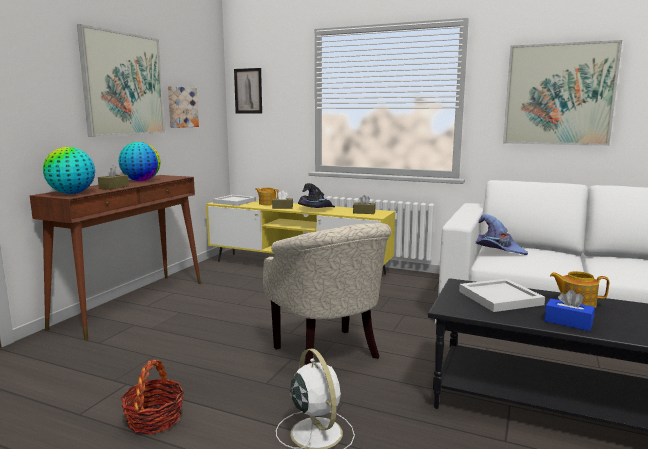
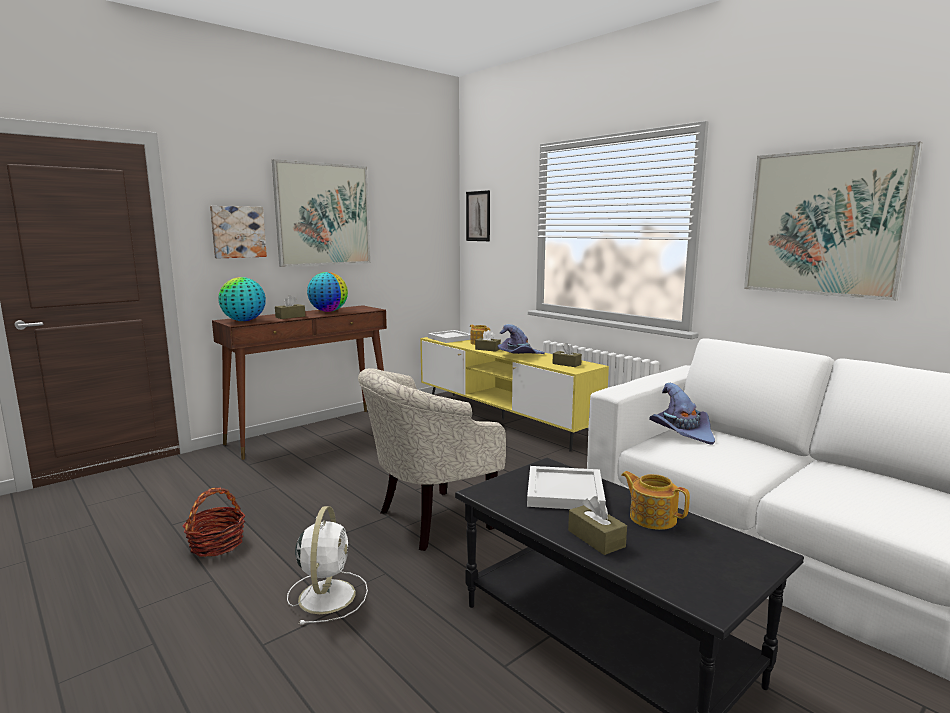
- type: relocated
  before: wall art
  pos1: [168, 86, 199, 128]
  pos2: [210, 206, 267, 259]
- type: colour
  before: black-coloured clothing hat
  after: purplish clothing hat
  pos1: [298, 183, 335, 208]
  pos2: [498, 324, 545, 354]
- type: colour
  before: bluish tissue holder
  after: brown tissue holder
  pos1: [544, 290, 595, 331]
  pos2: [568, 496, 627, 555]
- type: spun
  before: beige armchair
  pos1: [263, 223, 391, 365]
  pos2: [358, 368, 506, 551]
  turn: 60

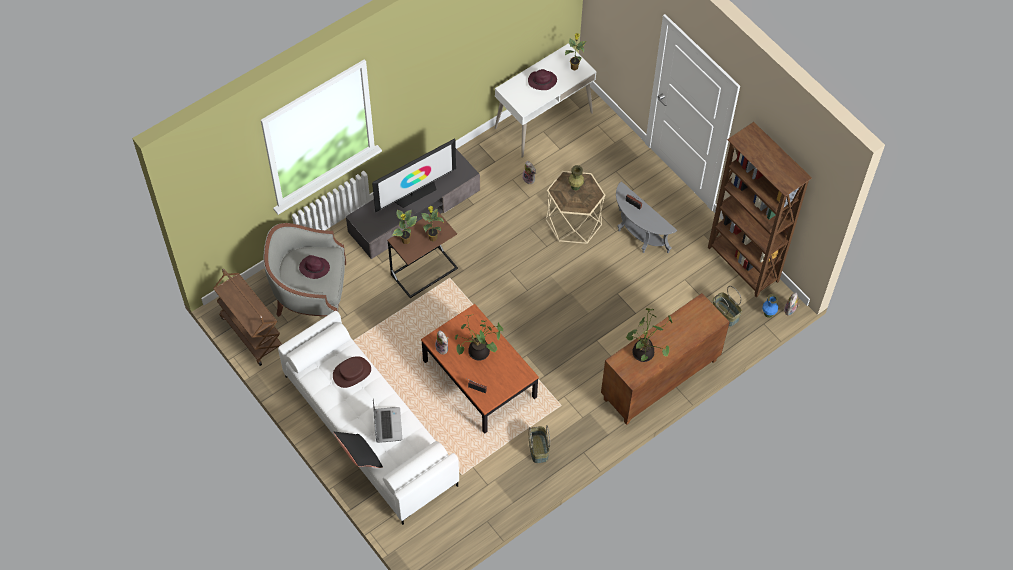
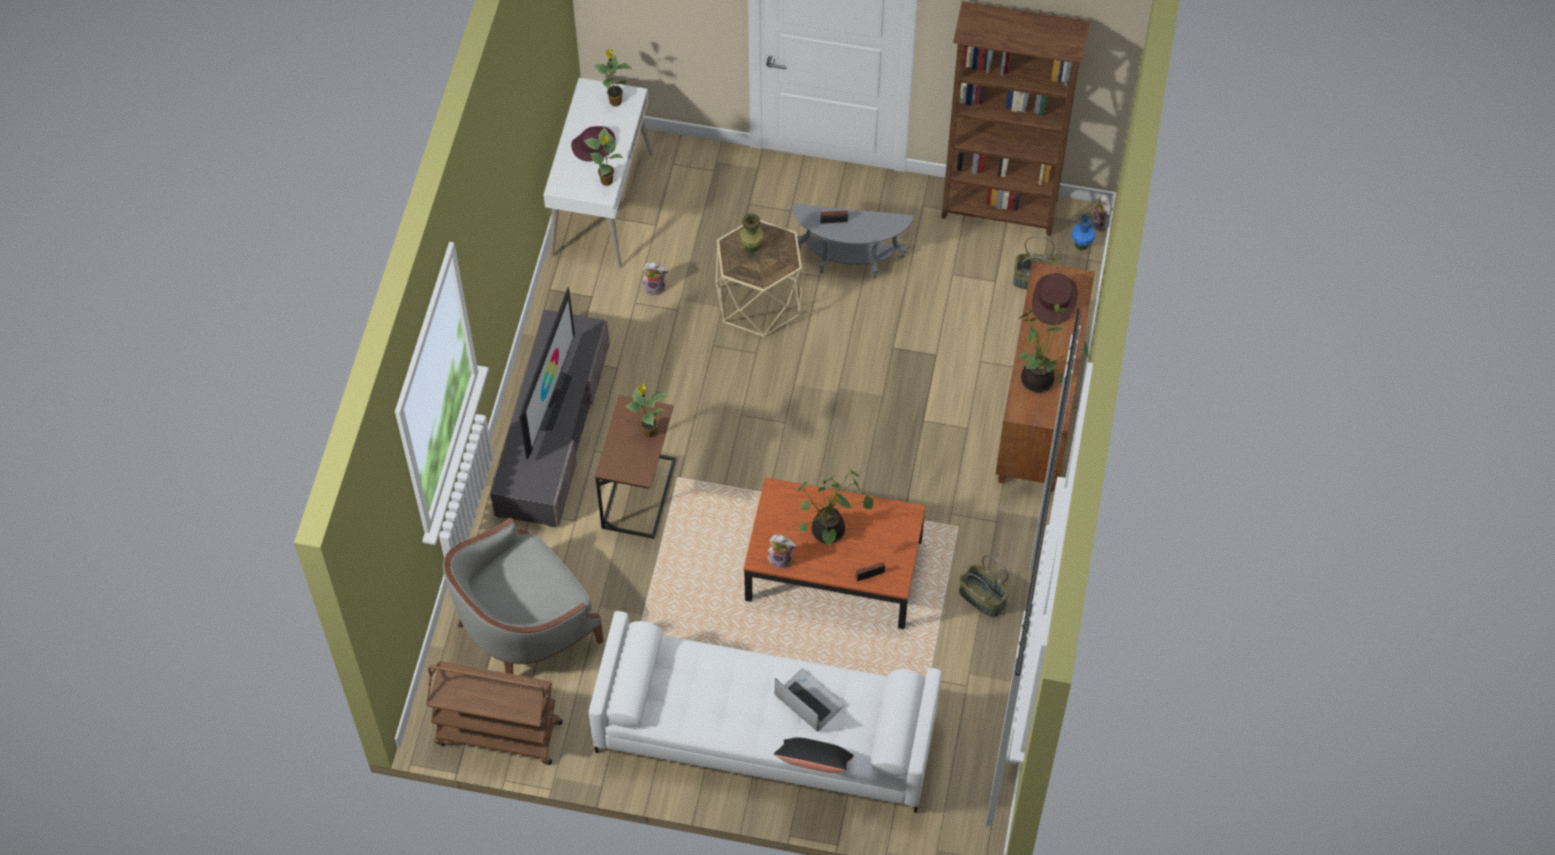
- type: missing
  before: purplish clothing hat
  pos1: [299, 255, 330, 279]
- type: relocated
  before: brown clothing hat
  pos1: [333, 356, 371, 388]
  pos2: [1032, 273, 1078, 325]
- type: relocated
  before: plant in a pot
  pos1: [392, 210, 417, 244]
  pos2: [584, 127, 623, 186]

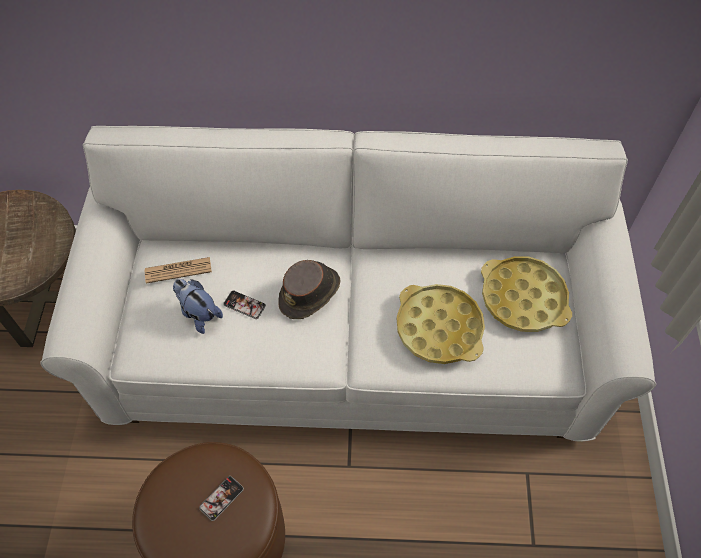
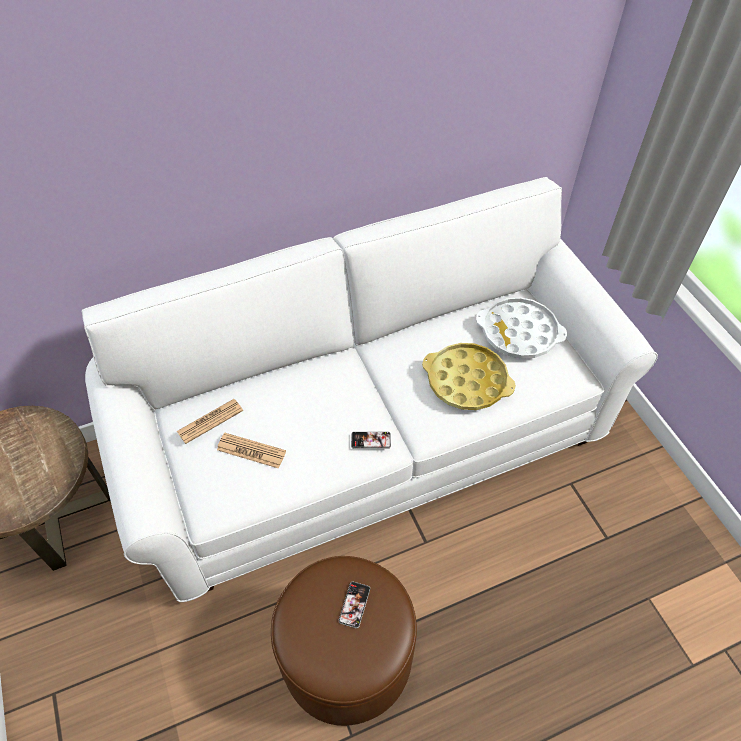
- type: missing
  before: brown clothing hat
  pos1: [278, 260, 341, 319]
- type: relocated
  before: phone
  pos1: [223, 290, 266, 319]
  pos2: [351, 432, 391, 449]
- type: exchanged
  before: soft toy
  after: printed paper
  pos1: [173, 279, 223, 334]
  pos2: [217, 433, 286, 469]
- type: colour
  before: yellow carrying tray
  after: white-coloured carrying tray
  pos1: [481, 256, 572, 332]
  pos2: [476, 297, 567, 359]

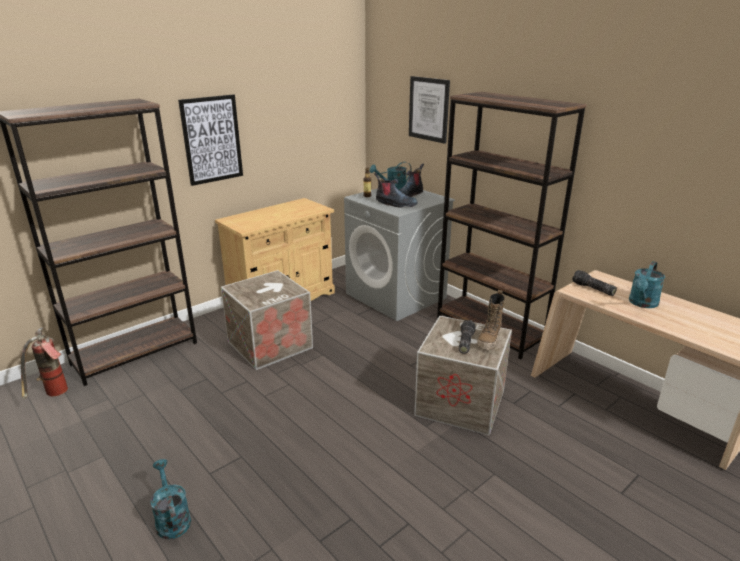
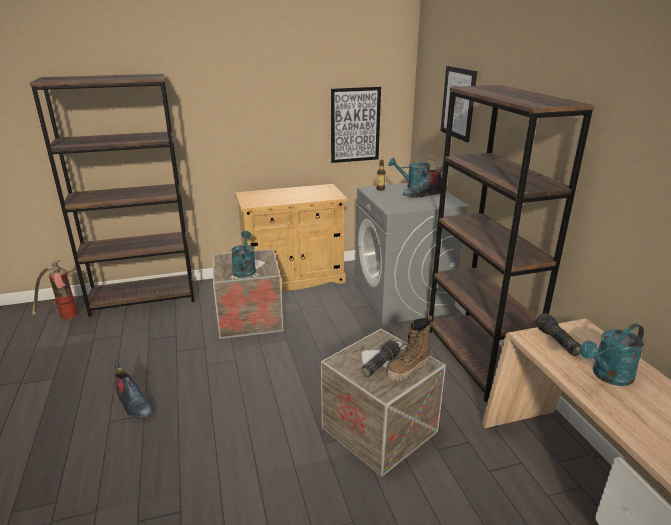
- type: relocated
  before: turquoise-coloured watering pot
  pos1: [150, 459, 191, 539]
  pos2: [231, 231, 256, 278]
- type: relocated
  before: wall art
  pos1: [178, 94, 243, 186]
  pos2: [331, 87, 381, 163]
- type: relocated
  before: boot
  pos1: [374, 173, 418, 208]
  pos2: [114, 360, 153, 419]

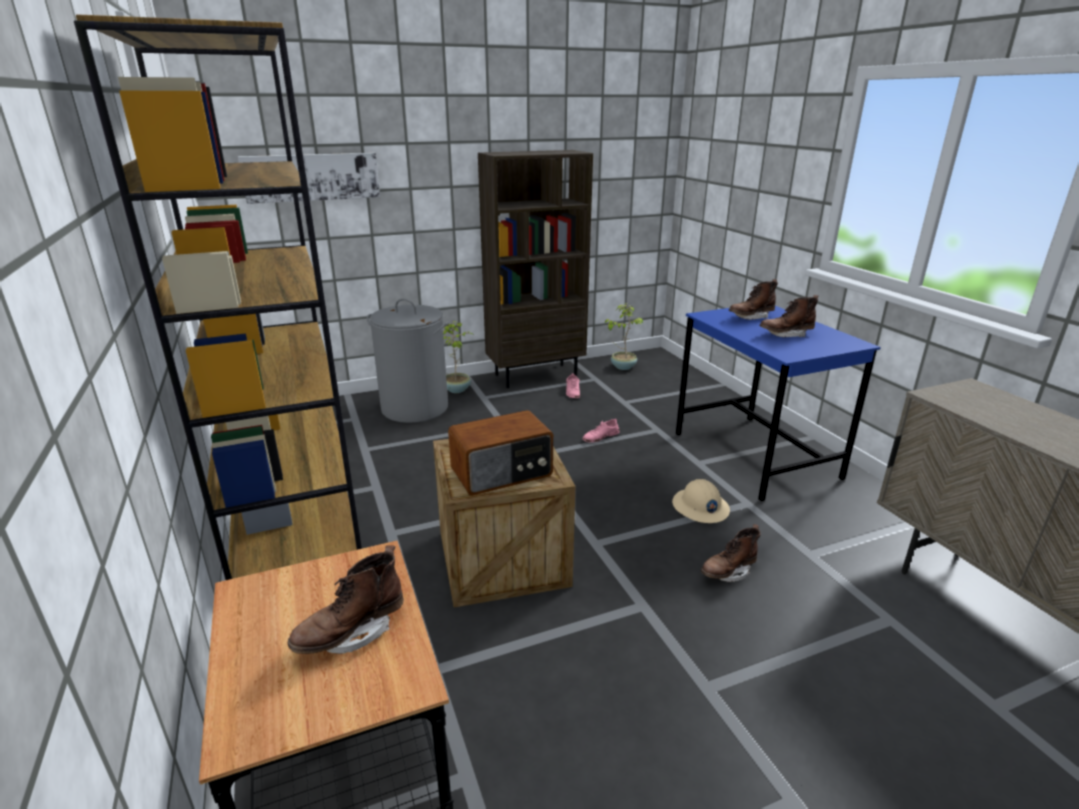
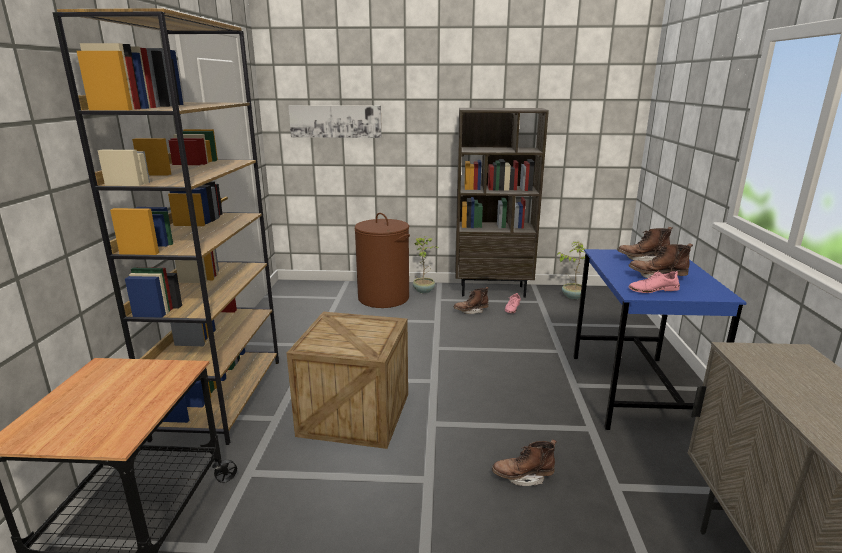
- type: missing
  before: radio
  pos1: [448, 410, 553, 496]
- type: missing
  before: beige hard hat
  pos1: [672, 479, 730, 523]
- type: relocated
  before: brown boot
  pos1: [288, 545, 404, 654]
  pos2: [453, 287, 489, 314]
- type: relocated
  before: pink shoe
  pos1: [583, 418, 619, 442]
  pos2: [629, 270, 680, 293]
- type: colour
  before: gray washing basket
  after: brown washing basket
  pos1: [367, 298, 449, 423]
  pos2: [355, 213, 410, 308]

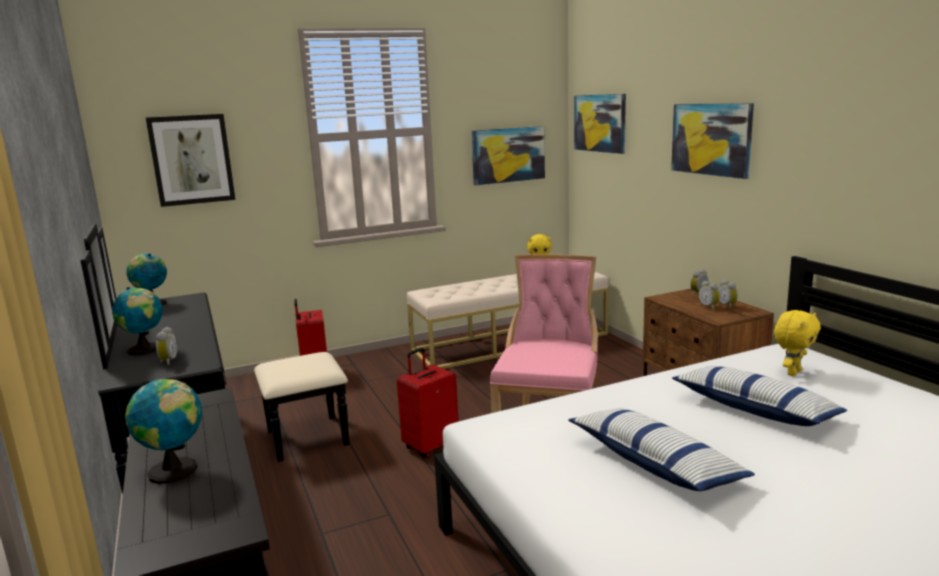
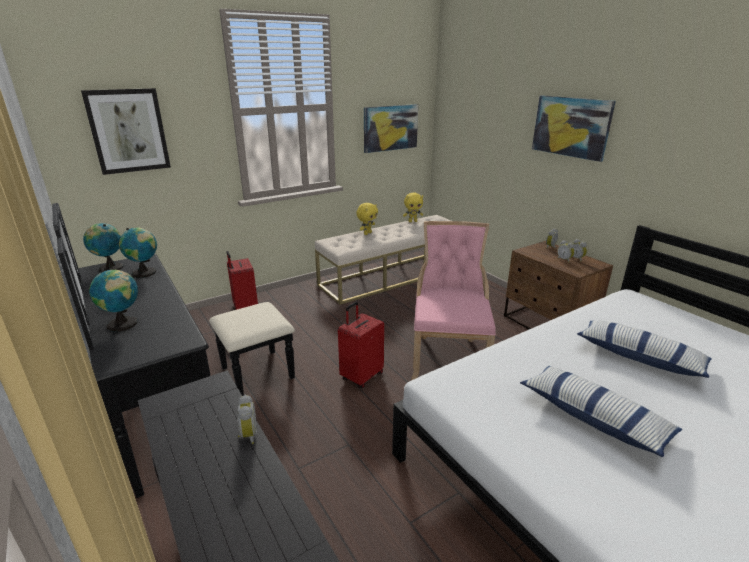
- type: missing
  before: wall art
  pos1: [574, 94, 626, 154]
- type: relocated
  before: world globe
  pos1: [125, 379, 202, 484]
  pos2: [119, 228, 157, 278]
- type: relocated
  before: alarm clock
  pos1: [156, 327, 178, 366]
  pos2: [237, 395, 257, 444]
- type: relocated
  before: yellow soft toy
  pos1: [774, 310, 821, 376]
  pos2: [356, 203, 378, 235]

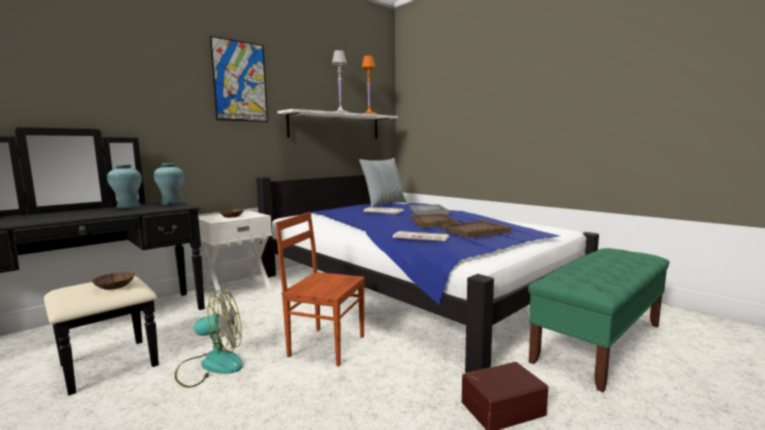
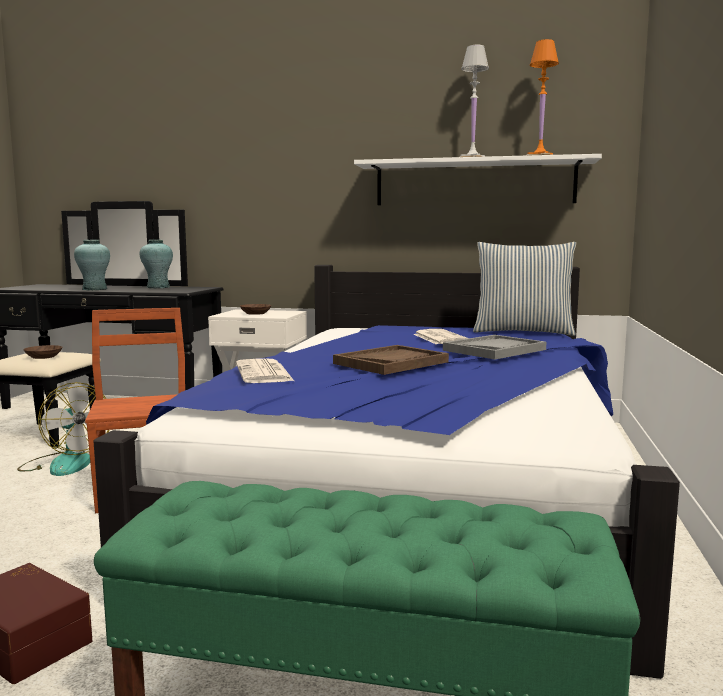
- type: missing
  before: wall art
  pos1: [210, 36, 268, 122]
- type: missing
  before: brown carrying tray
  pos1: [443, 221, 511, 238]
- type: relocated
  before: turquoise-coloured decorative vase
  pos1: [154, 163, 184, 205]
  pos2: [74, 240, 110, 290]

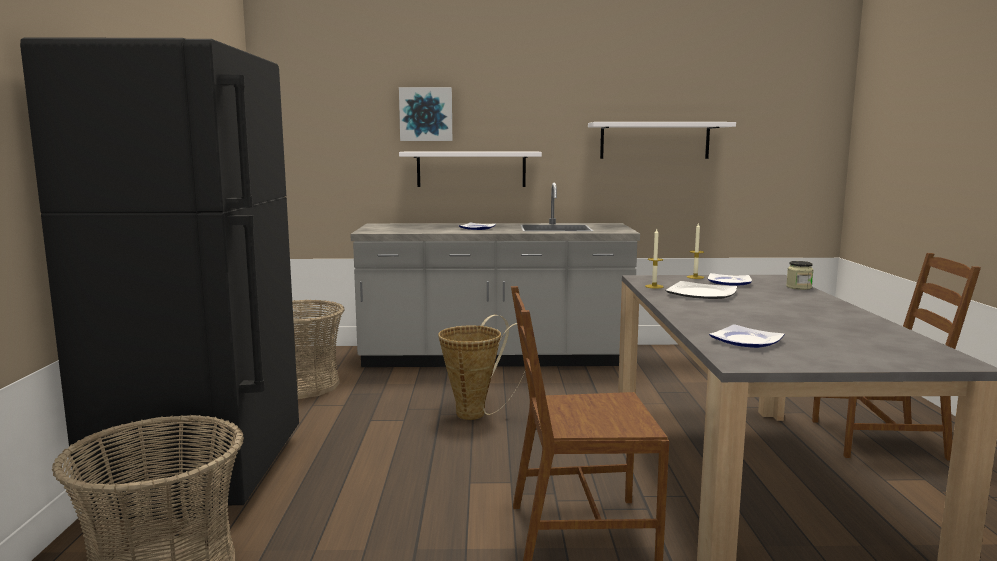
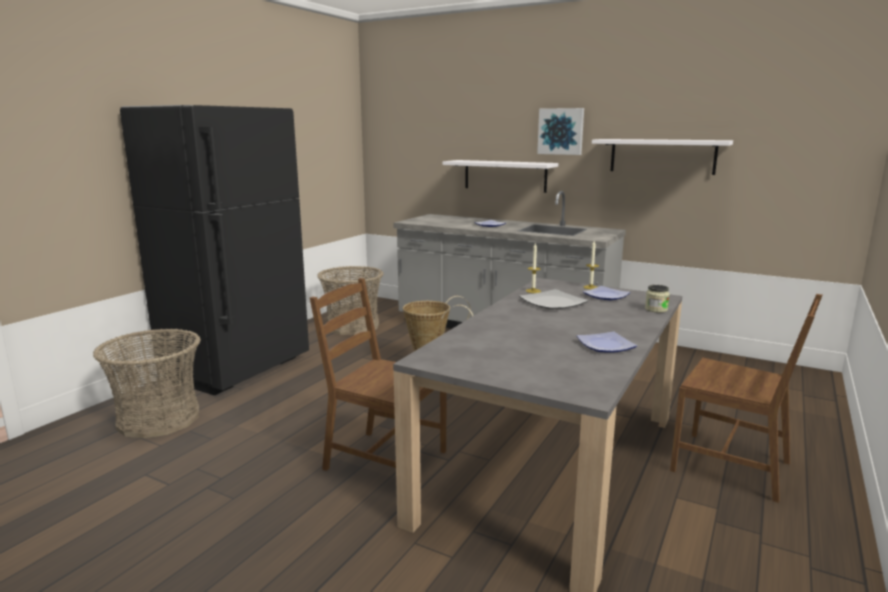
- type: relocated
  before: wall art
  pos1: [399, 87, 452, 141]
  pos2: [537, 108, 584, 155]
- type: relocated
  before: flat dish
  pos1: [709, 324, 785, 348]
  pos2: [577, 332, 637, 353]

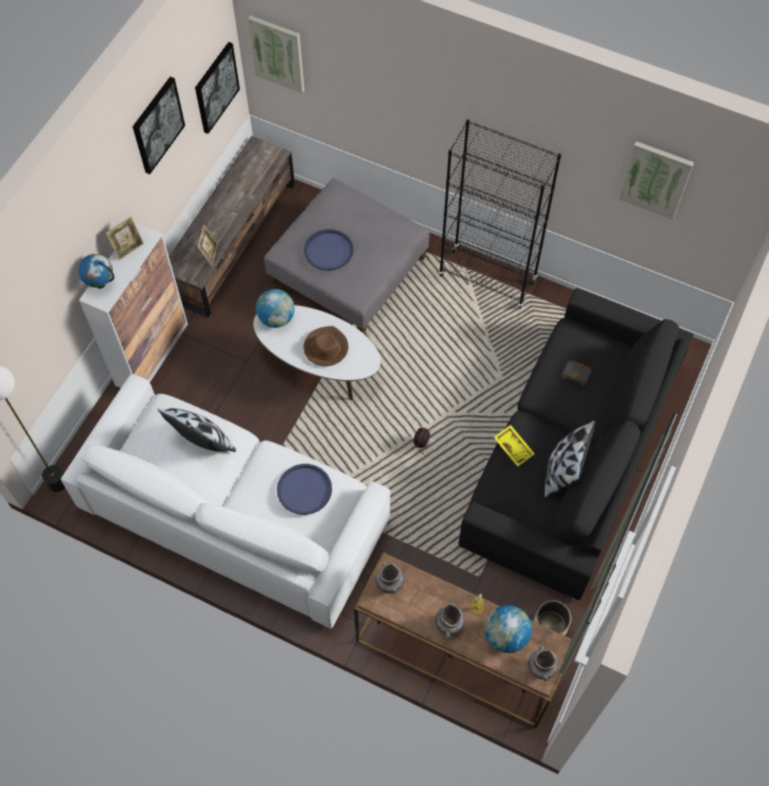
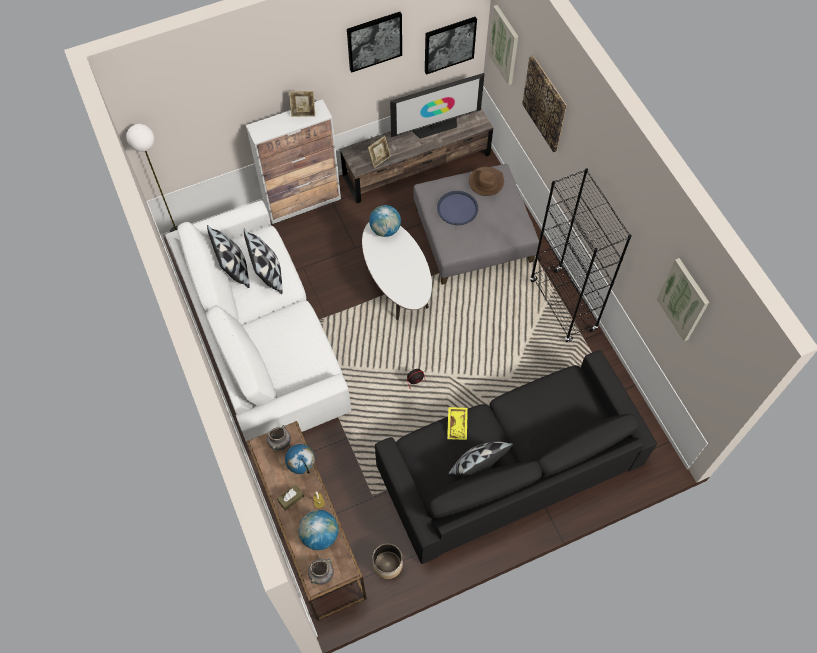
- type: missing
  before: bluish carrying tray
  pos1: [277, 464, 332, 515]
- type: missing
  before: black-coloured bound book
  pos1: [562, 360, 591, 386]
- type: appeared
  after: throw pillow
  pos2: [207, 225, 250, 288]
- type: appeared
  after: TV set
  pos2: [390, 73, 484, 138]
- type: appeared
  after: wall art
  pos2: [522, 56, 567, 152]
- type: relocated
  before: world globe
  pos1: [78, 254, 114, 289]
  pos2: [285, 444, 315, 474]
- type: relocated
  before: brown clothing hat
  pos1: [304, 326, 349, 366]
  pos2: [469, 167, 504, 196]
- type: exchanged
  before: gray decorative vase
  after: brown tissue holder
  pos1: [435, 603, 465, 638]
  pos2: [277, 485, 304, 511]

